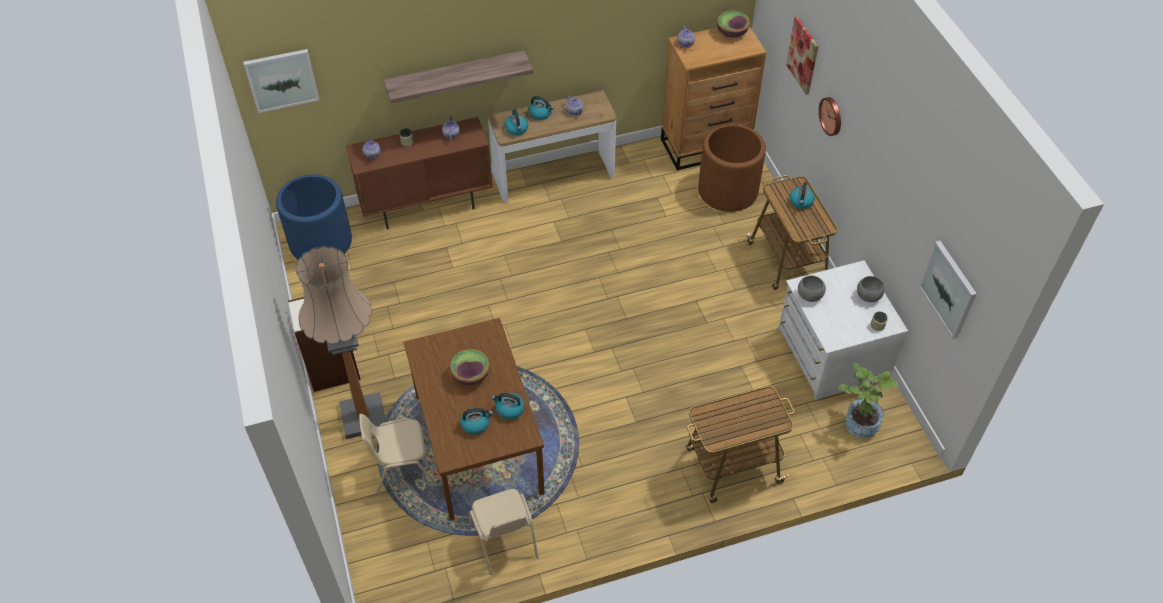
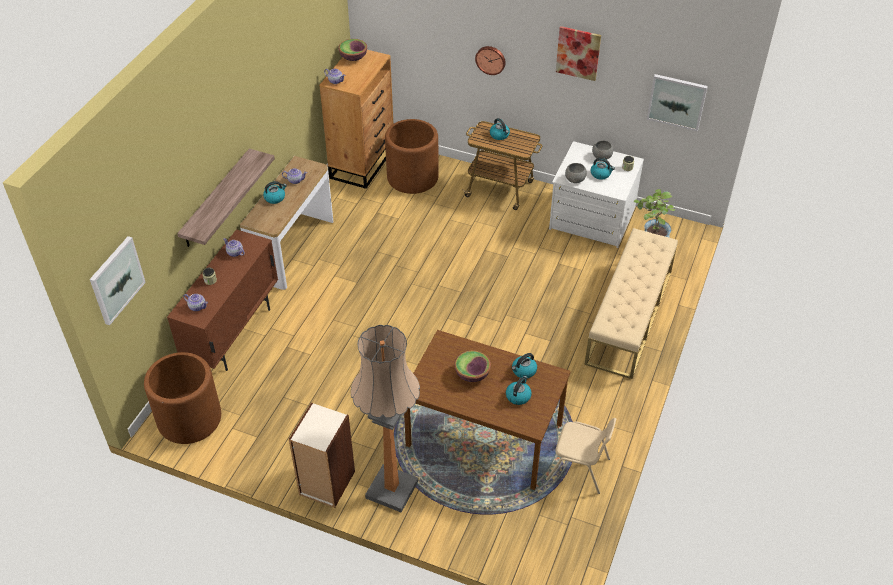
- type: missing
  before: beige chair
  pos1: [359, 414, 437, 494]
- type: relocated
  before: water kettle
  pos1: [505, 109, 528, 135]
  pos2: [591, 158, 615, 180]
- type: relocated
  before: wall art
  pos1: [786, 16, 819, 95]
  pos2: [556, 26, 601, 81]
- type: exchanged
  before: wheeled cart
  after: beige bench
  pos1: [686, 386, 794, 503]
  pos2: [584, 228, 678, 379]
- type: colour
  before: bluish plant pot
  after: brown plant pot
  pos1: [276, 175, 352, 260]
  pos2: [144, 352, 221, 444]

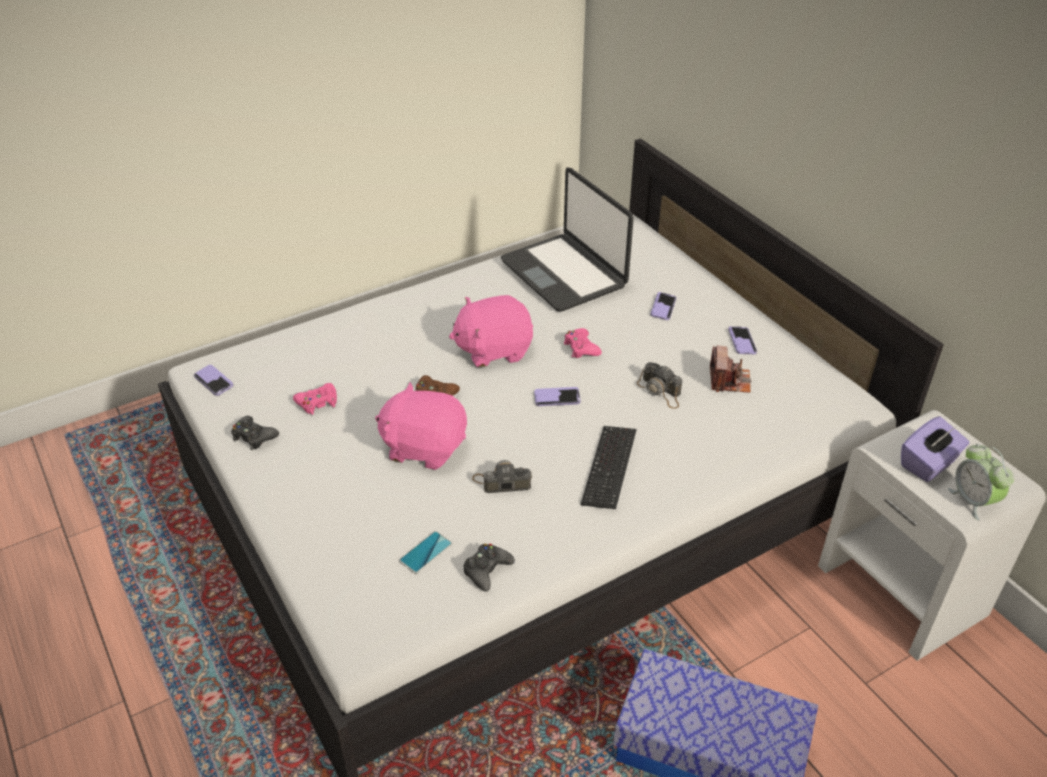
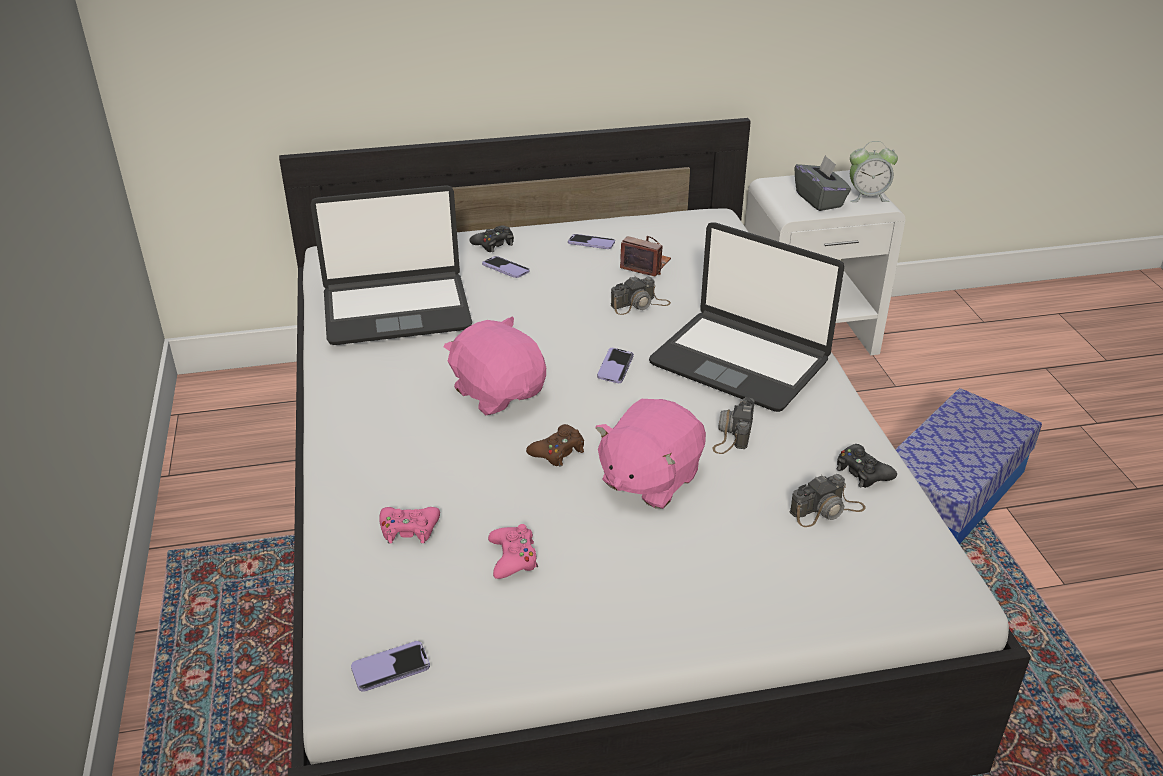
- type: relocated
  before: black-coloured gamepad
  pos1: [231, 416, 279, 450]
  pos2: [469, 225, 514, 252]
- type: relocated
  before: pink gamepad
  pos1: [564, 328, 602, 358]
  pos2: [379, 507, 440, 543]
- type: exchanged
  before: phone
  after: photo camera
  pos1: [399, 531, 453, 574]
  pos2: [790, 474, 866, 527]
- type: exchanged
  before: computer keyboard
  after: laptop
  pos1: [581, 426, 637, 509]
  pos2: [649, 222, 844, 412]
- type: colour
  before: purplish tissue holder
  after: gray tissue holder
  pos1: [901, 416, 970, 482]
  pos2: [794, 155, 851, 211]
- type: spun
  before: pink soft toy
  pos1: [449, 295, 533, 367]
  pos2: [444, 316, 546, 415]
  turn: 135

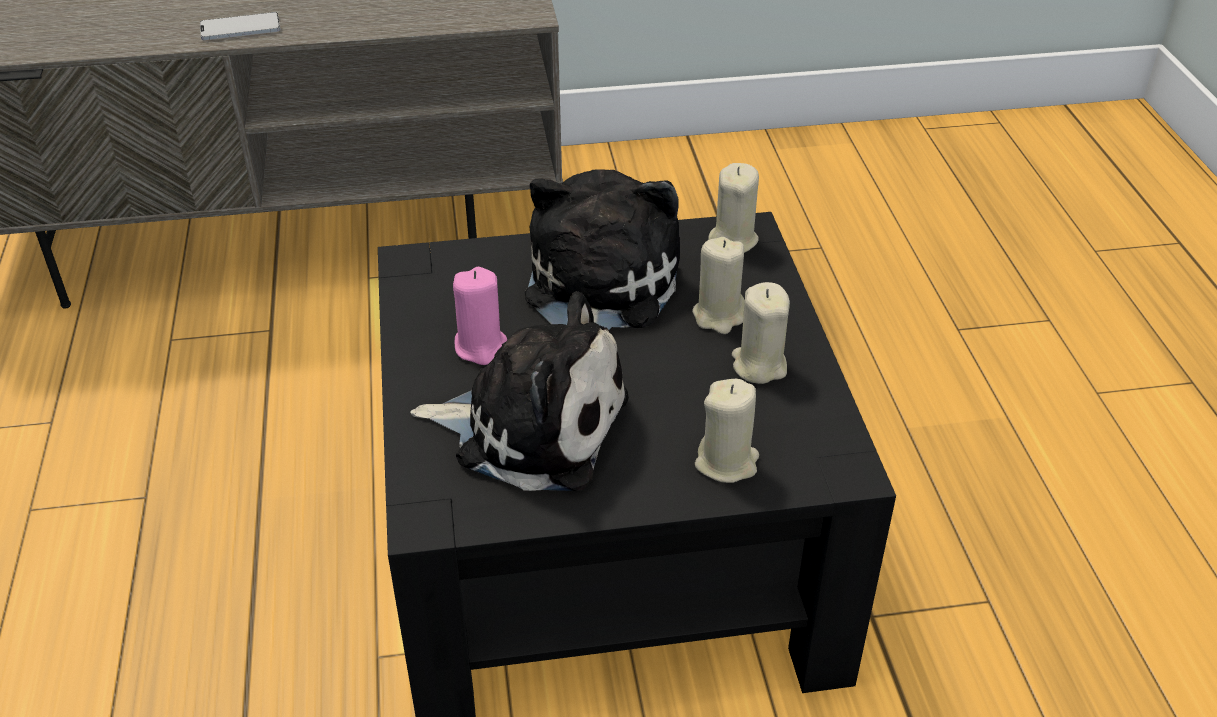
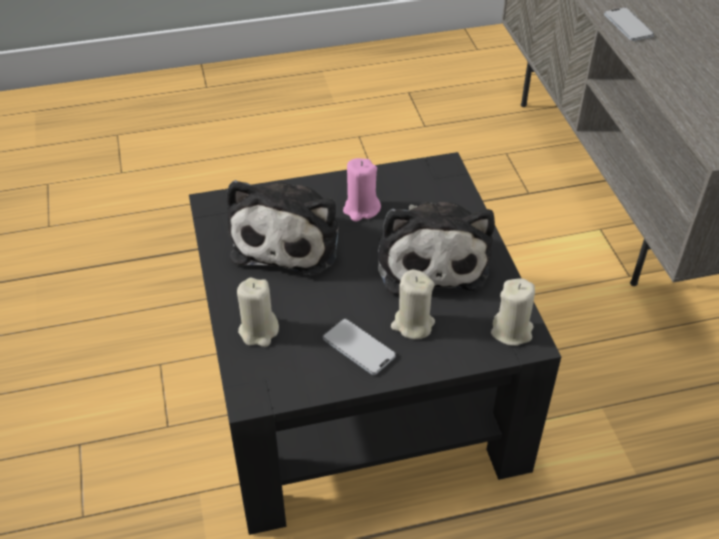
- type: exchanged
  before: beige wax candle
  after: phone
  pos1: [732, 282, 790, 384]
  pos2: [323, 318, 396, 375]
- type: spun
  before: soft toy
  pos1: [525, 169, 680, 330]
  pos2: [378, 202, 495, 294]
  turn: 75

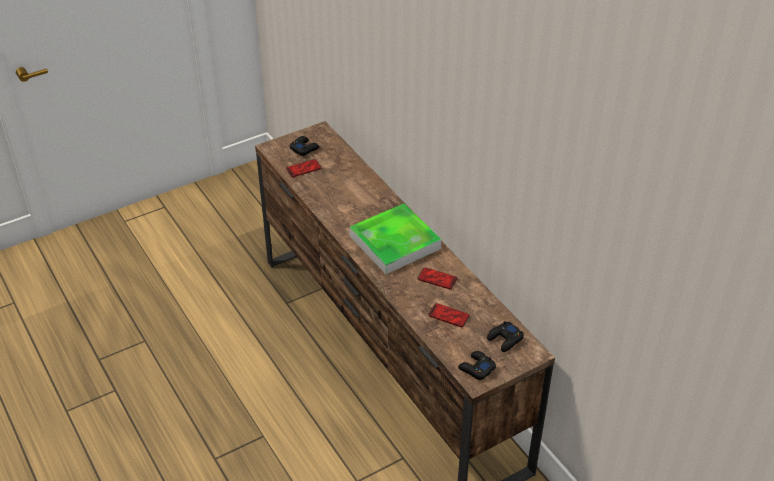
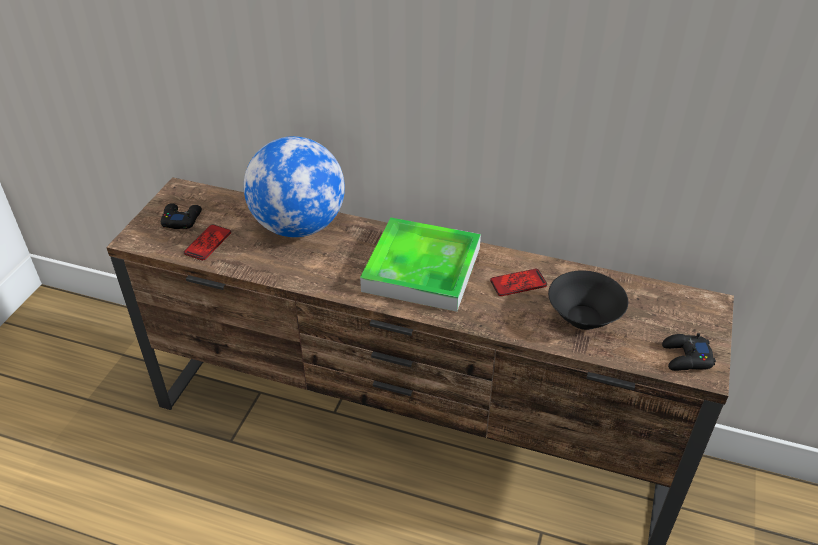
- type: missing
  before: black-coloured gamepad
  pos1: [487, 321, 524, 352]
- type: appeared
  after: world globe
  pos2: [244, 136, 345, 237]
- type: exchanged
  before: phone
  after: black-coloured bowl
  pos1: [428, 303, 470, 327]
  pos2: [548, 270, 628, 330]

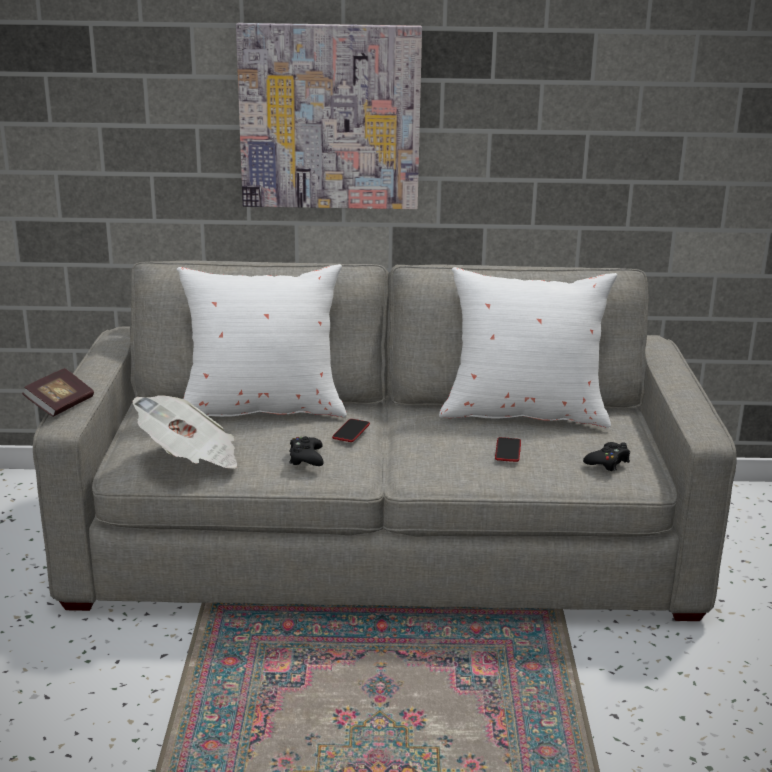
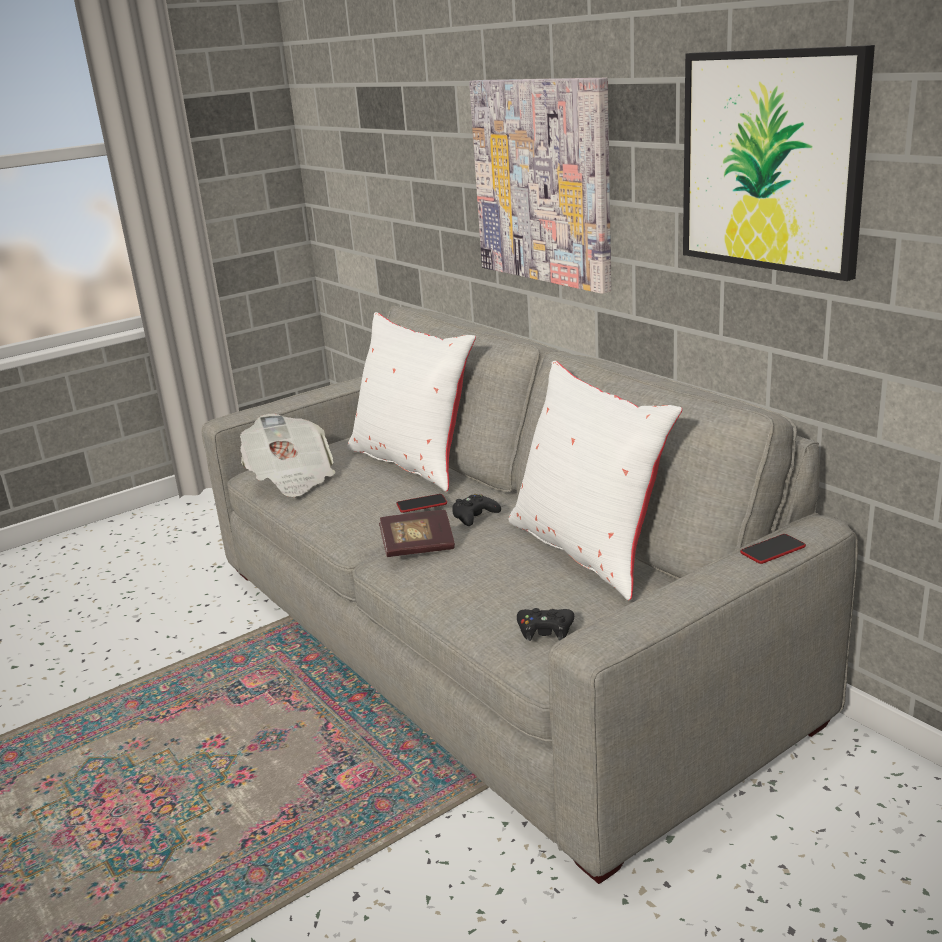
- type: appeared
  after: wall art
  pos2: [683, 45, 875, 281]
- type: relocated
  before: bound book
  pos1: [22, 368, 94, 417]
  pos2: [379, 510, 455, 557]
- type: relocated
  before: black-coloured gamepad
  pos1: [289, 436, 324, 466]
  pos2: [452, 494, 501, 526]
- type: relocated
  before: phone
  pos1: [495, 437, 521, 462]
  pos2: [740, 534, 806, 564]

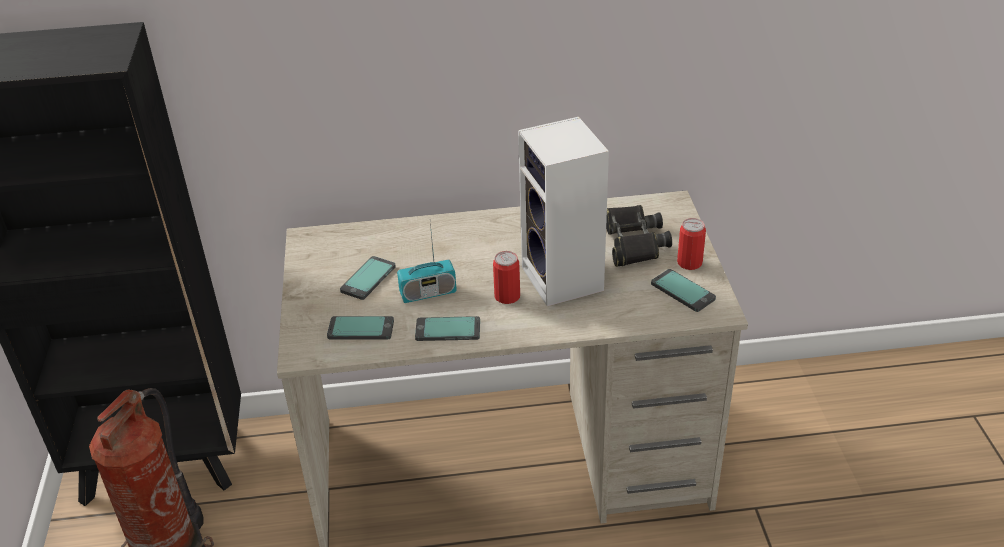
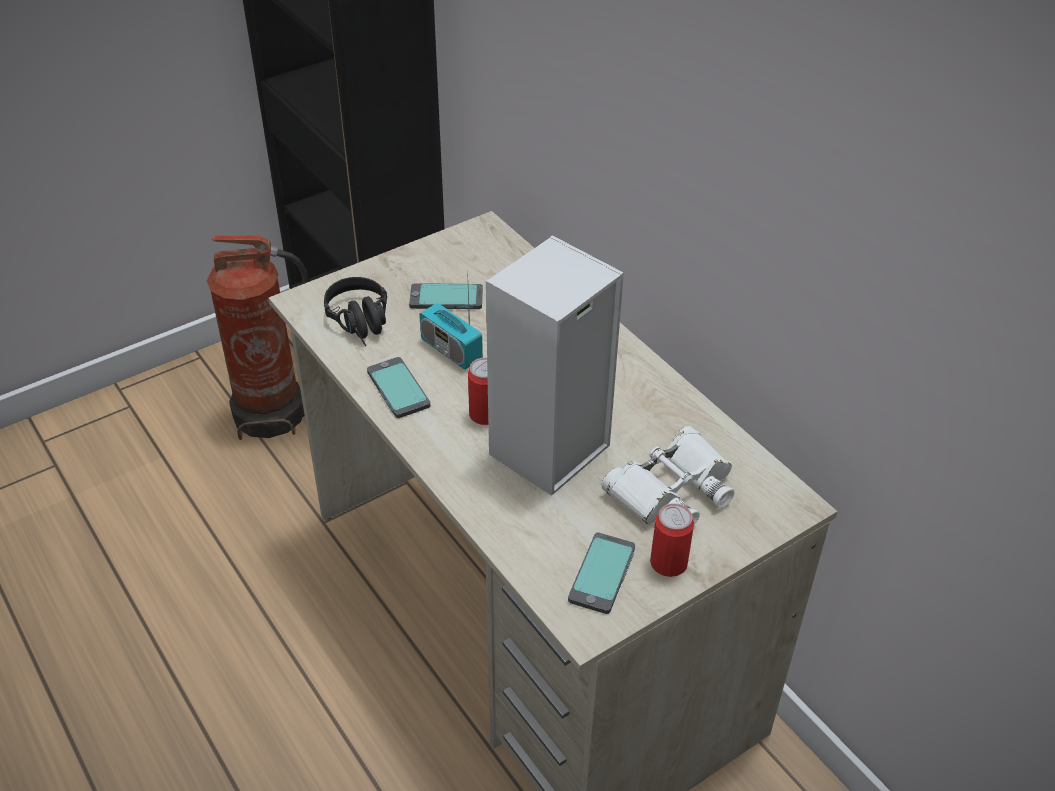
- type: exchanged
  before: phone
  after: black-coloured headphones
  pos1: [327, 316, 394, 340]
  pos2: [324, 277, 387, 346]
- type: colour
  before: black-coloured field glasses
  after: white-coloured field glasses
  pos1: [606, 205, 672, 267]
  pos2: [602, 426, 735, 525]

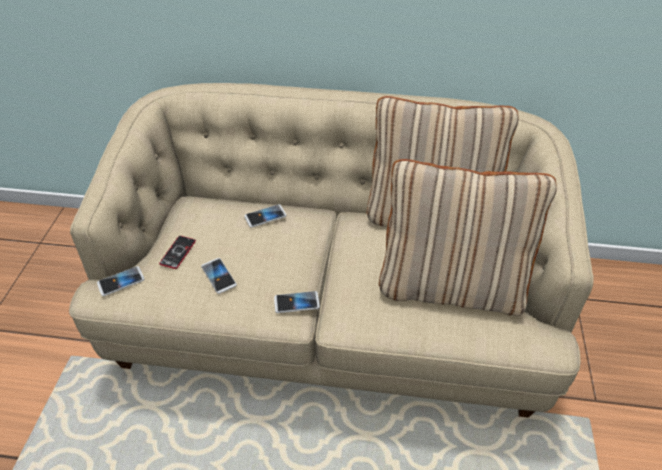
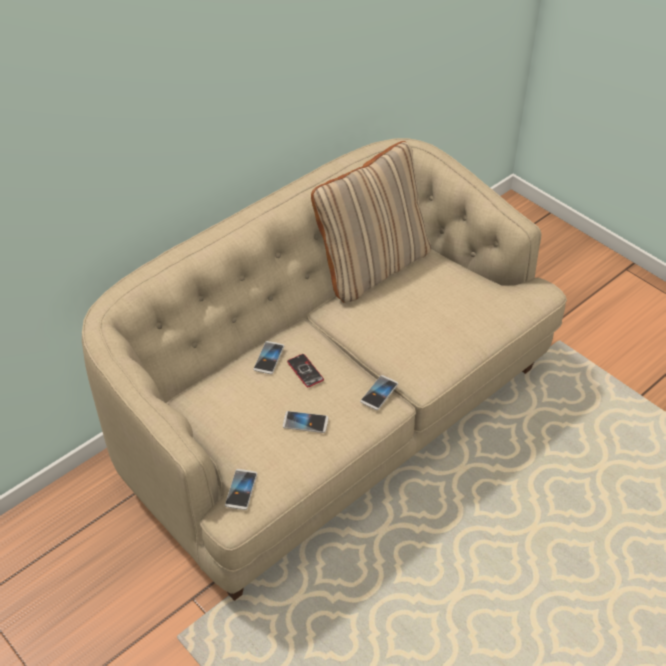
- type: missing
  before: beige throw pillow
  pos1: [379, 159, 557, 316]
- type: relocated
  before: phone
  pos1: [159, 236, 196, 269]
  pos2: [287, 354, 324, 387]

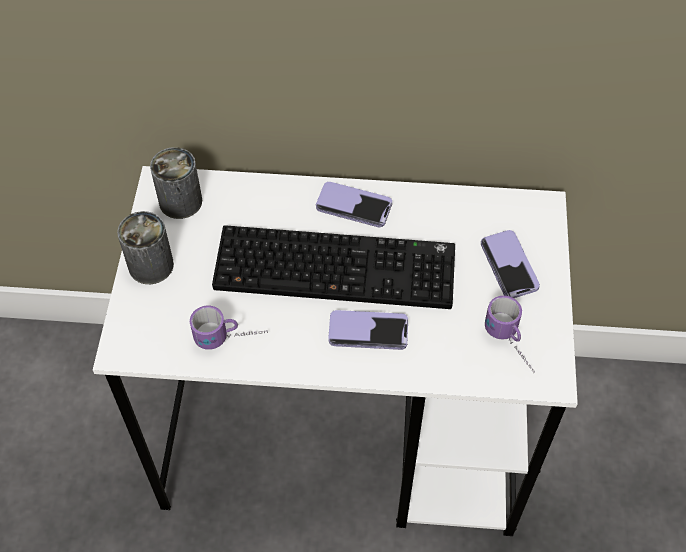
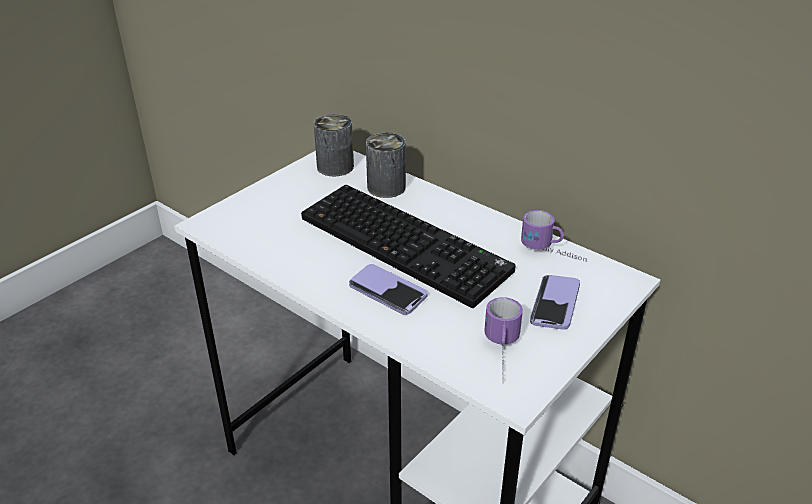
- type: missing
  before: phone
  pos1: [316, 182, 392, 227]
- type: relocated
  before: metal can
  pos1: [117, 211, 174, 284]
  pos2: [366, 133, 406, 198]
- type: relocated
  before: mug
  pos1: [190, 306, 268, 350]
  pos2: [521, 210, 587, 261]

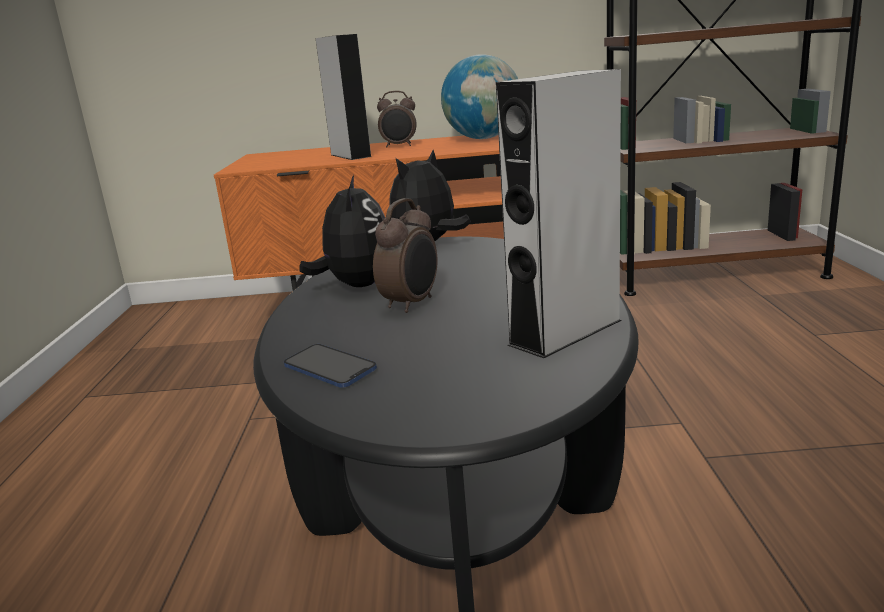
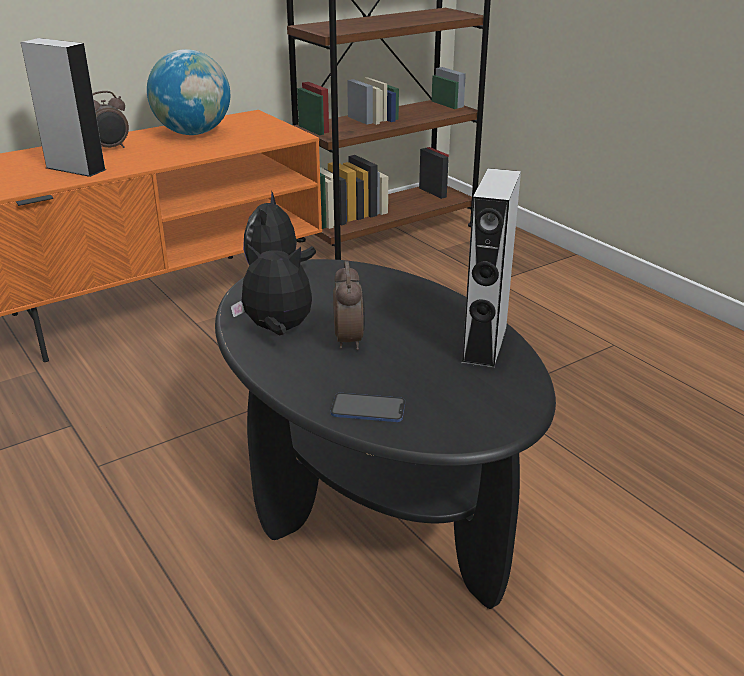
- type: spun
  before: soft toy
  pos1: [299, 175, 386, 287]
  pos2: [230, 244, 312, 335]
  turn: -45

